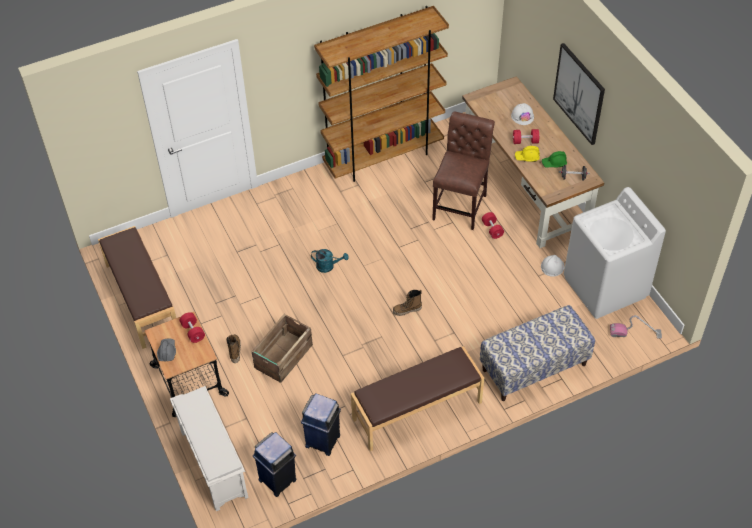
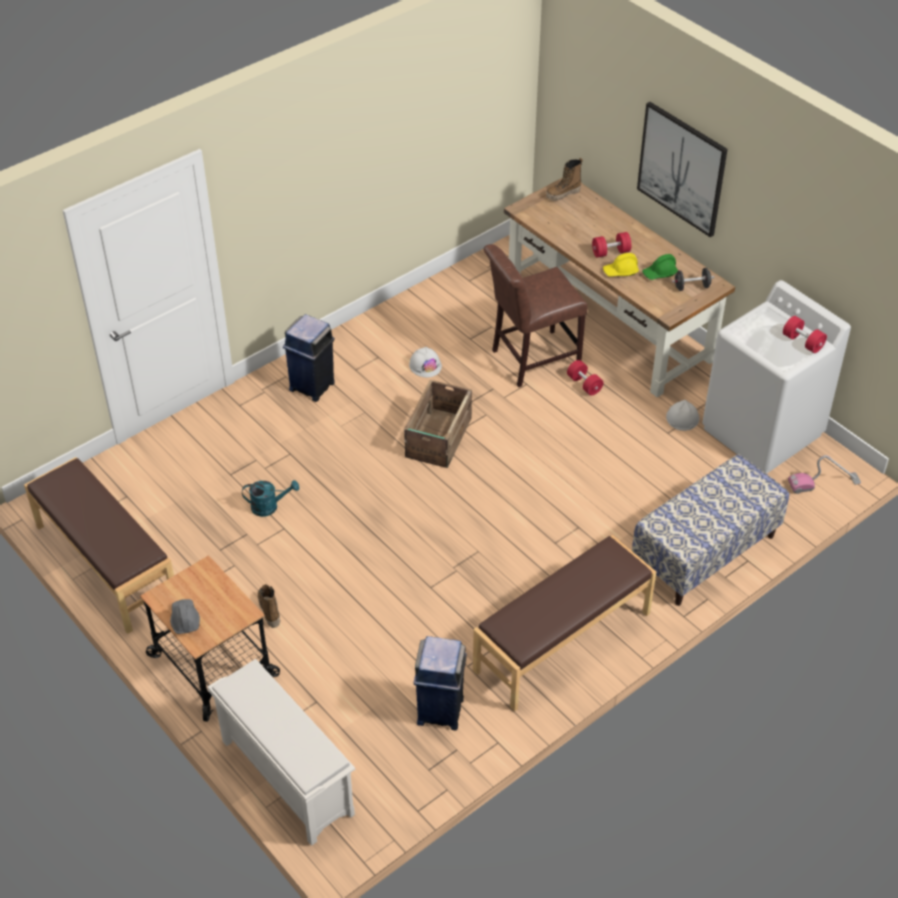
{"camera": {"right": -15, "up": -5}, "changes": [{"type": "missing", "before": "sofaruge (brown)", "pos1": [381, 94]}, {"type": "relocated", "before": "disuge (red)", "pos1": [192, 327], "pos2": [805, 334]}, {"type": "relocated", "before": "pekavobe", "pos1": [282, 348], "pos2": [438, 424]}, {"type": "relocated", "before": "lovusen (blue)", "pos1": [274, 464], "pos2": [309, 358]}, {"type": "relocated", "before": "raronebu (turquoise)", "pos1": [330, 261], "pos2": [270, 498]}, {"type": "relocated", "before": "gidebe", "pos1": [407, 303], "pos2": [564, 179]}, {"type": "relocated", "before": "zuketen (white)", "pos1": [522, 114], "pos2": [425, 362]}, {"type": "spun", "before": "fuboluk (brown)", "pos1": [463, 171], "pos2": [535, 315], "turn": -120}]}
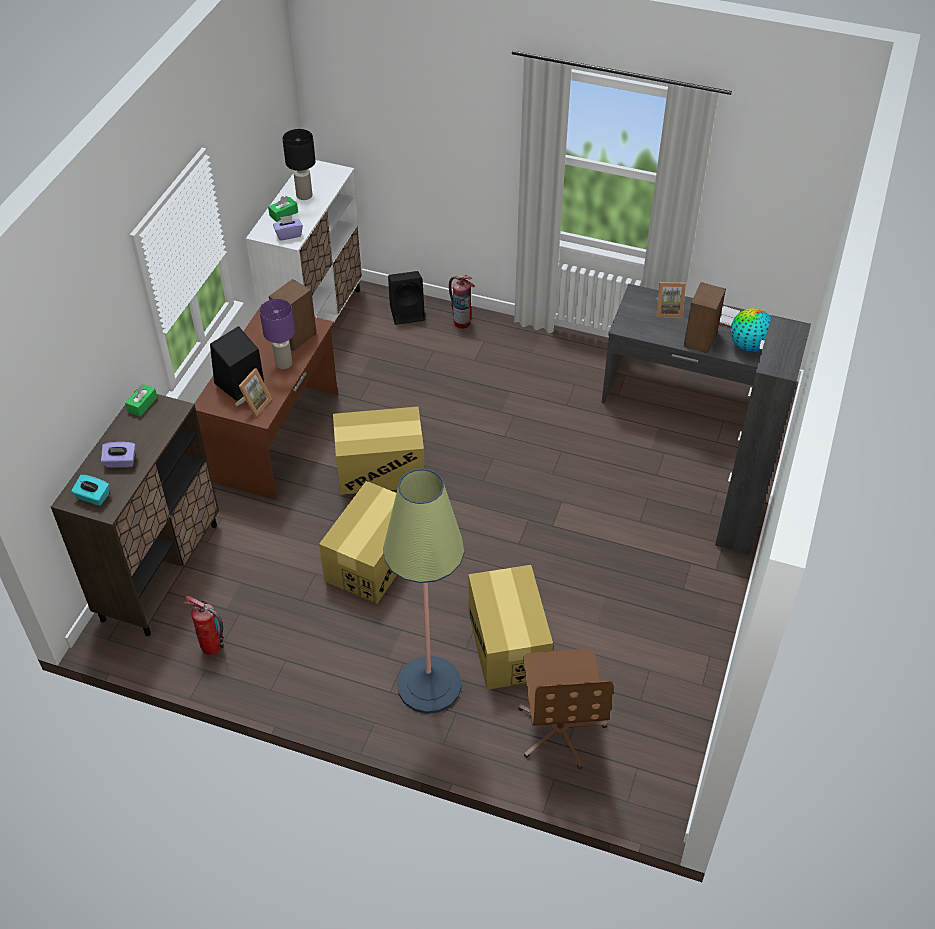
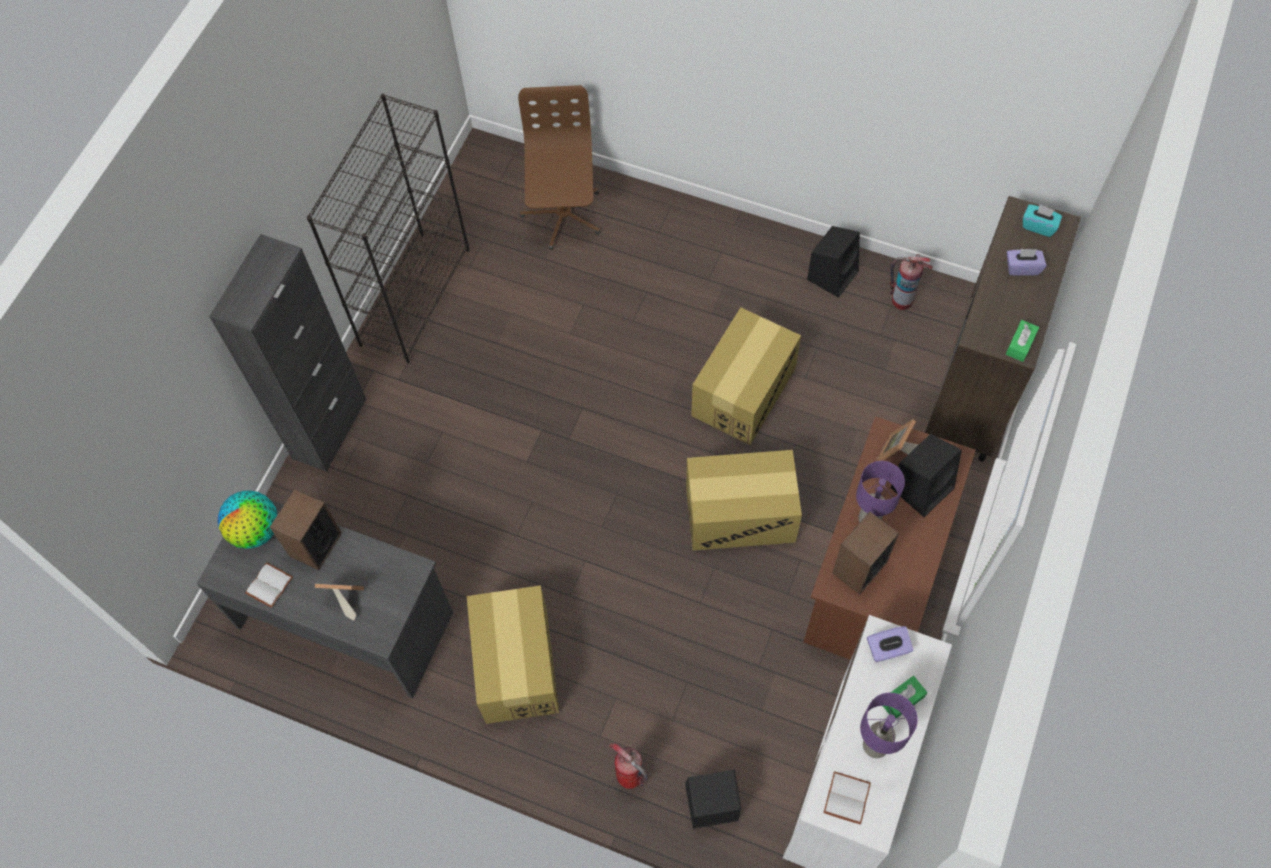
{"camera": {"right": -175, "up": 15}, "changes": [{"type": "missing", "before": "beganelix", "pos1": [424, 591]}, {"type": "appeared", "after": "sofaruge (black)", "pos2": [388, 228]}, {"type": "appeared", "after": "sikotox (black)", "pos2": [833, 262]}, {"type": "appeared", "after": "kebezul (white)", "pos2": [847, 798]}, {"type": "relocated", "before": "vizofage", "pos1": [510, 627], "pos2": [513, 654]}, {"type": "colour", "before": "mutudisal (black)", "after": "mutudisal (purple)", "pos1": [299, 164], "pos2": [889, 725]}]}
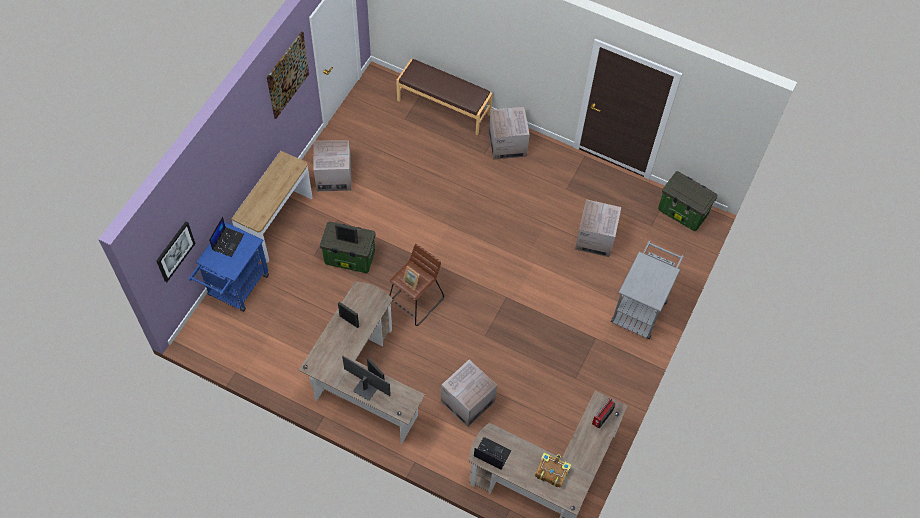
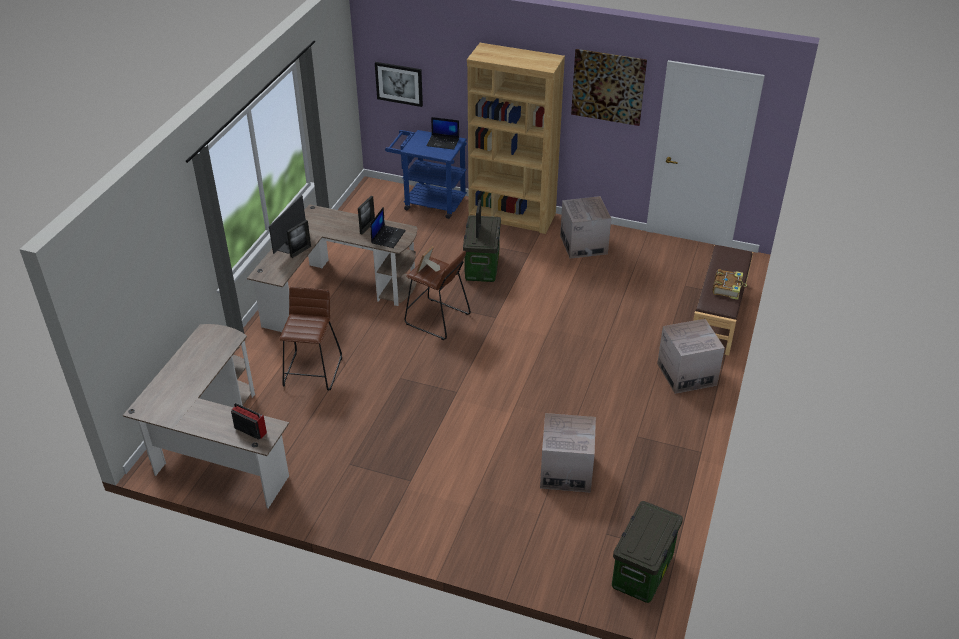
{"camera": {"right": 85, "up": -20}, "changes": [{"type": "missing", "before": "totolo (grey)", "pos1": [647, 289]}, {"type": "relocated", "before": "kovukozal", "pos1": [493, 453], "pos2": [388, 227]}, {"type": "relocated", "before": "kebezul", "pos1": [553, 470], "pos2": [729, 284]}, {"type": "exchanged", "before": "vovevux", "after": "sofaruge (brown)", "pos1": [272, 207], "pos2": [516, 138]}, {"type": "exchanged", "before": "vizofage", "after": "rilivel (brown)", "pos1": [469, 393], "pos2": [310, 339]}]}
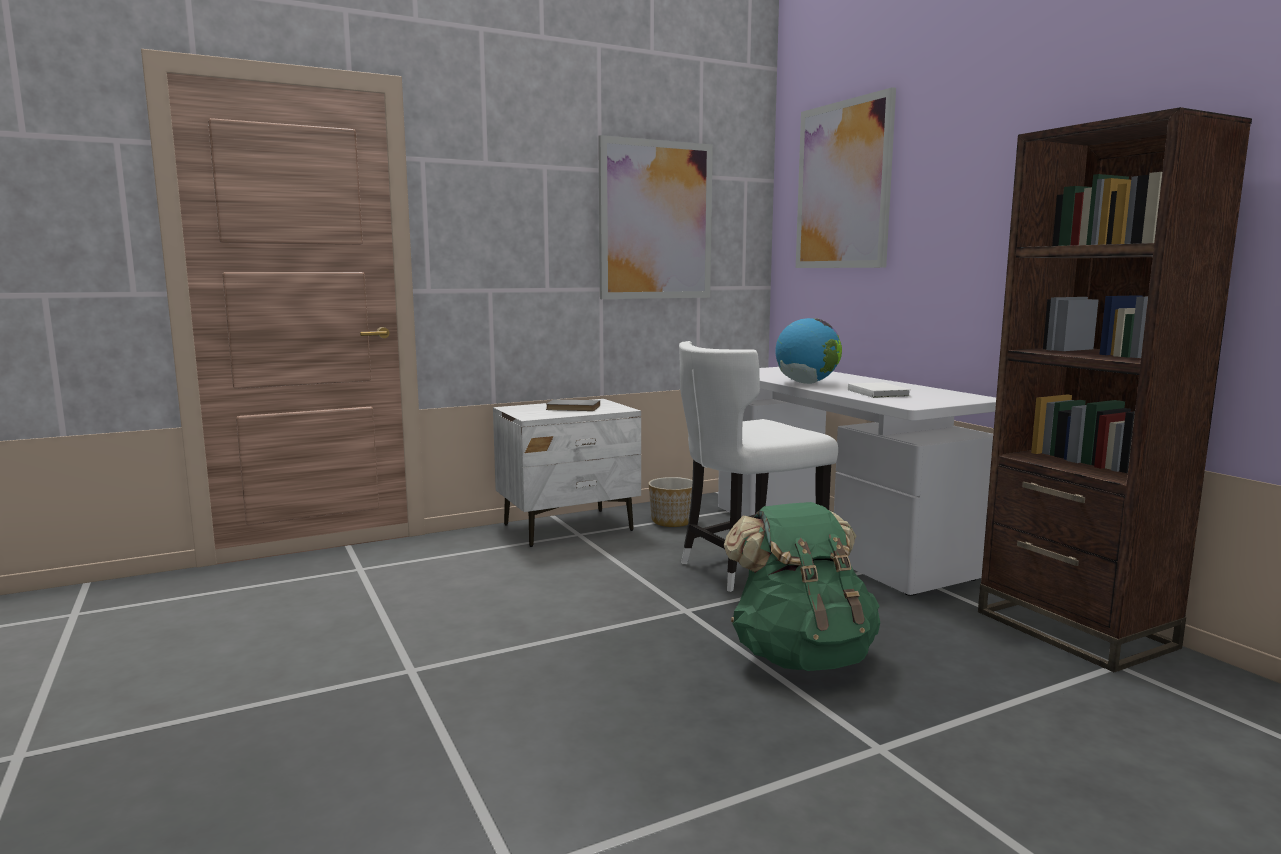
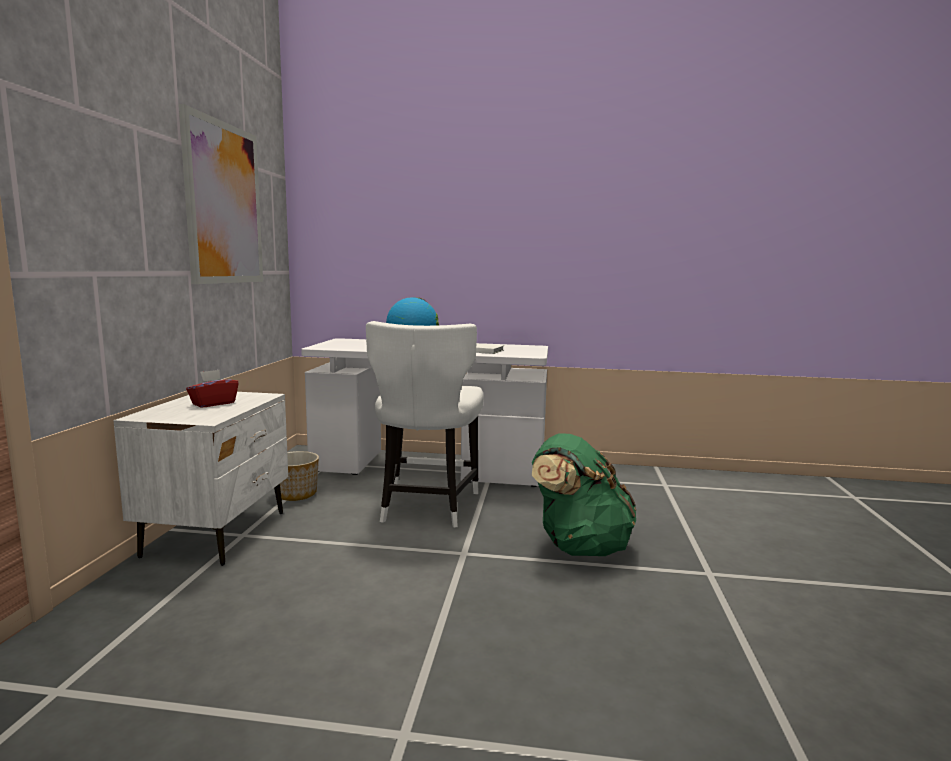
{"camera": {"right": -55, "up": 0}, "changes": [{"type": "missing", "before": "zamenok", "pos1": [846, 177]}, {"type": "missing", "before": "sofaruge (brown)", "pos1": [1115, 389]}, {"type": "exchanged", "before": "kebezul (grey)", "after": "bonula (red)", "pos1": [573, 405], "pos2": [212, 389]}]}
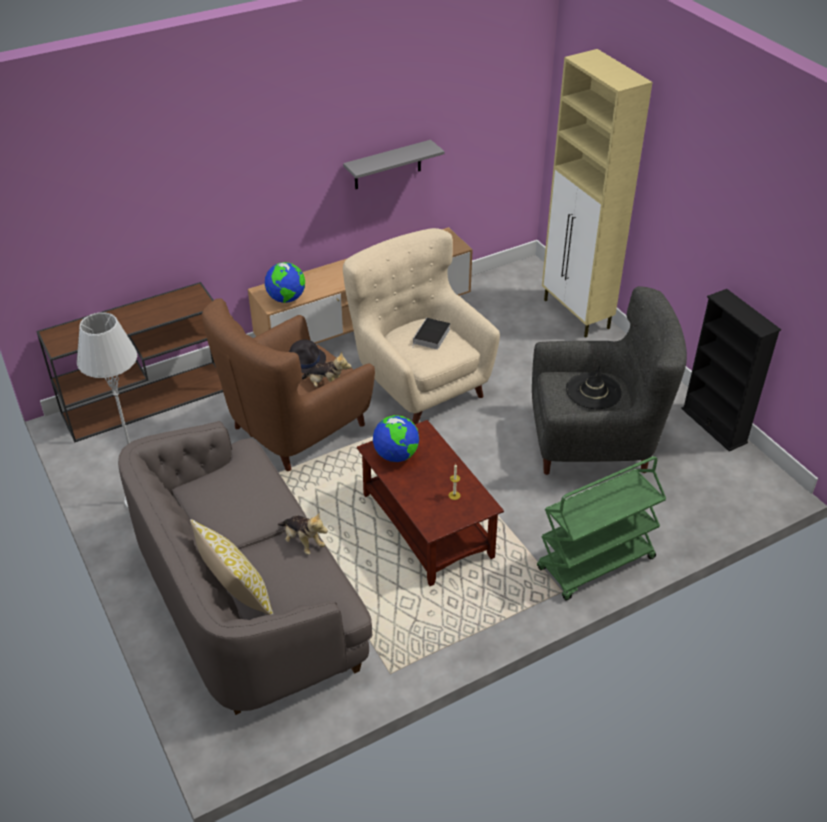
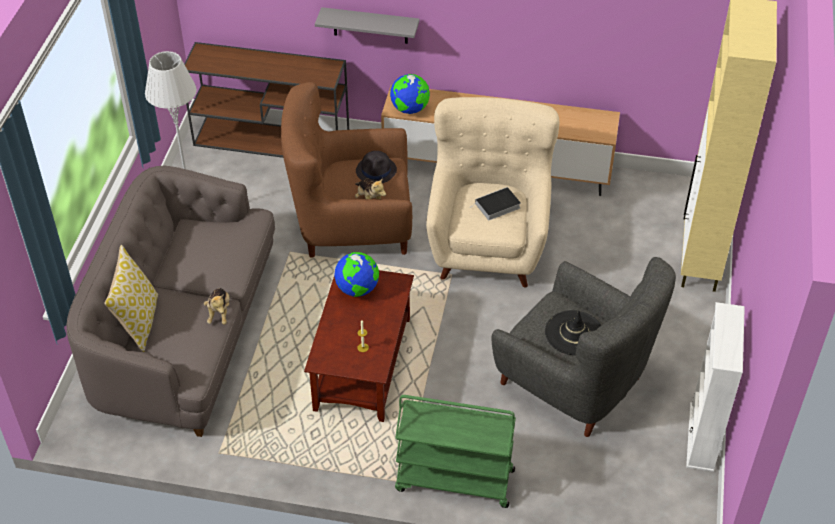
{"camera": {"right": 40, "up": 5}, "changes": [{"type": "relocated", "before": "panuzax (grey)", "pos1": [394, 164], "pos2": [367, 25]}, {"type": "colour", "before": "sofaruge (black)", "after": "sofaruge (white)", "pos1": [731, 370], "pos2": [715, 387]}]}
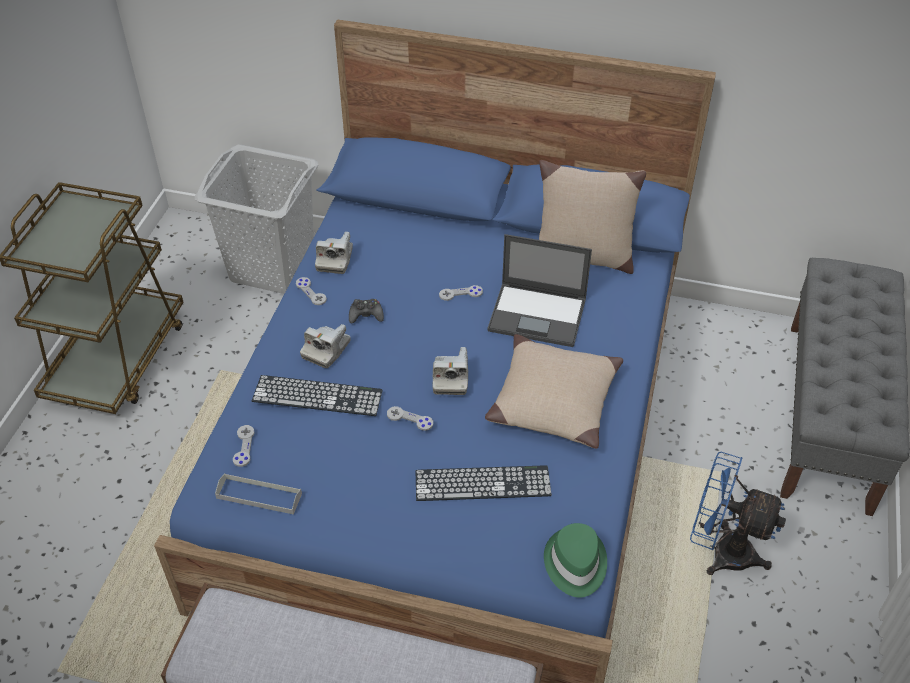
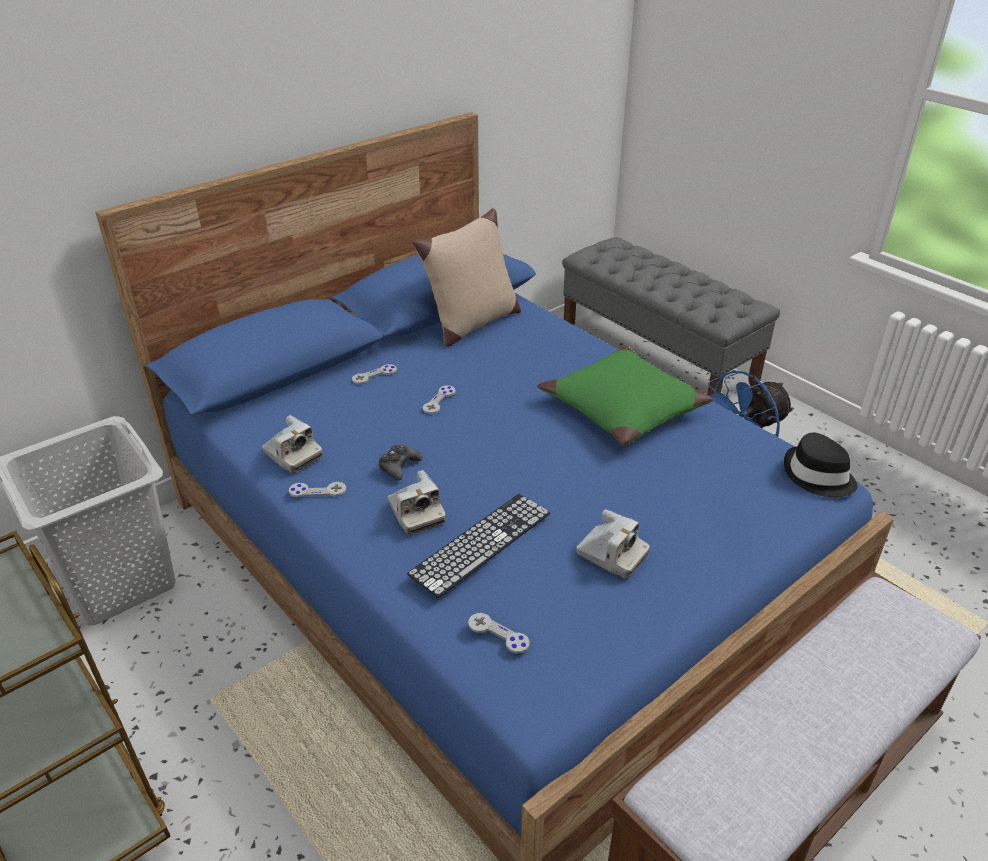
{"camera": {"right": -55, "up": -10}, "changes": [{"type": "missing", "before": "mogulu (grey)", "pos1": [258, 494]}, {"type": "missing", "before": "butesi", "pos1": [484, 483]}, {"type": "missing", "before": "kovukozal", "pos1": [539, 290]}, {"type": "relocated", "before": "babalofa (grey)", "pos1": [410, 418], "pos2": [374, 374]}, {"type": "relocated", "before": "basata", "pos1": [450, 371], "pos2": [613, 544]}, {"type": "colour", "before": "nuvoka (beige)", "after": "nuvoka (green)", "pos1": [554, 391], "pos2": [625, 395]}, {"type": "colour", "before": "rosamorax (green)", "after": "rosamorax (black)", "pos1": [575, 560], "pos2": [820, 465]}]}
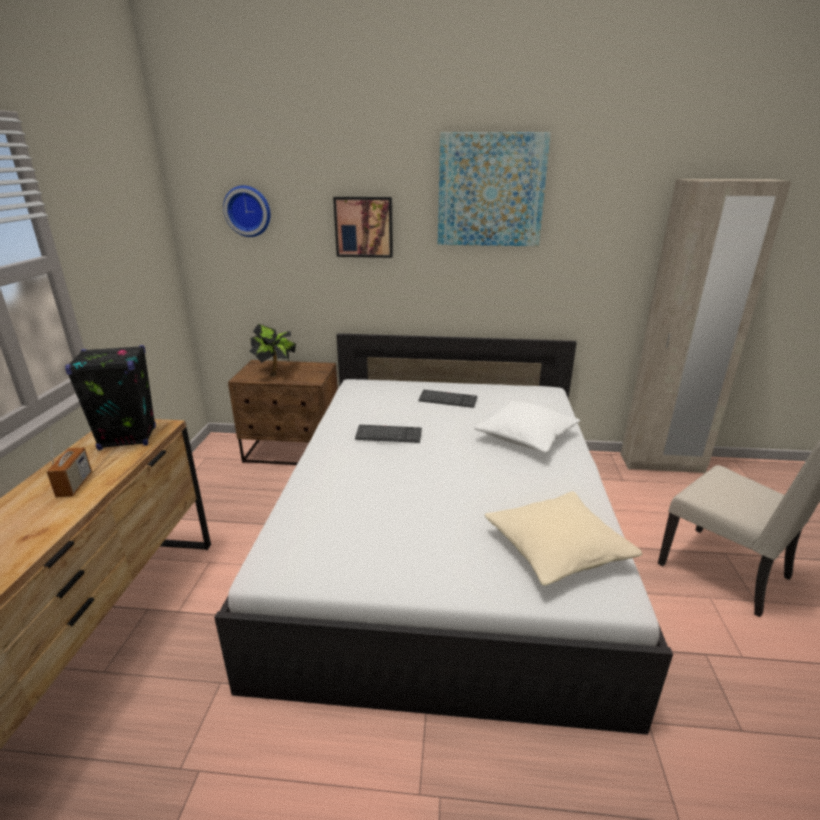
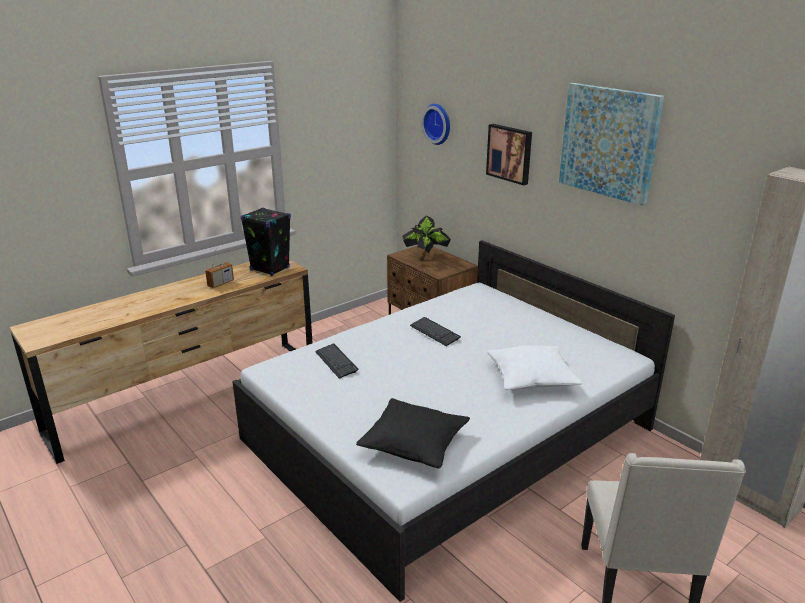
{"camera": {"right": 45, "up": 0}, "changes": [{"type": "relocated", "before": "butesi", "pos1": [447, 399], "pos2": [336, 361]}, {"type": "colour", "before": "nuvoka (beige)", "after": "nuvoka (black)", "pos1": [563, 538], "pos2": [413, 433]}]}
